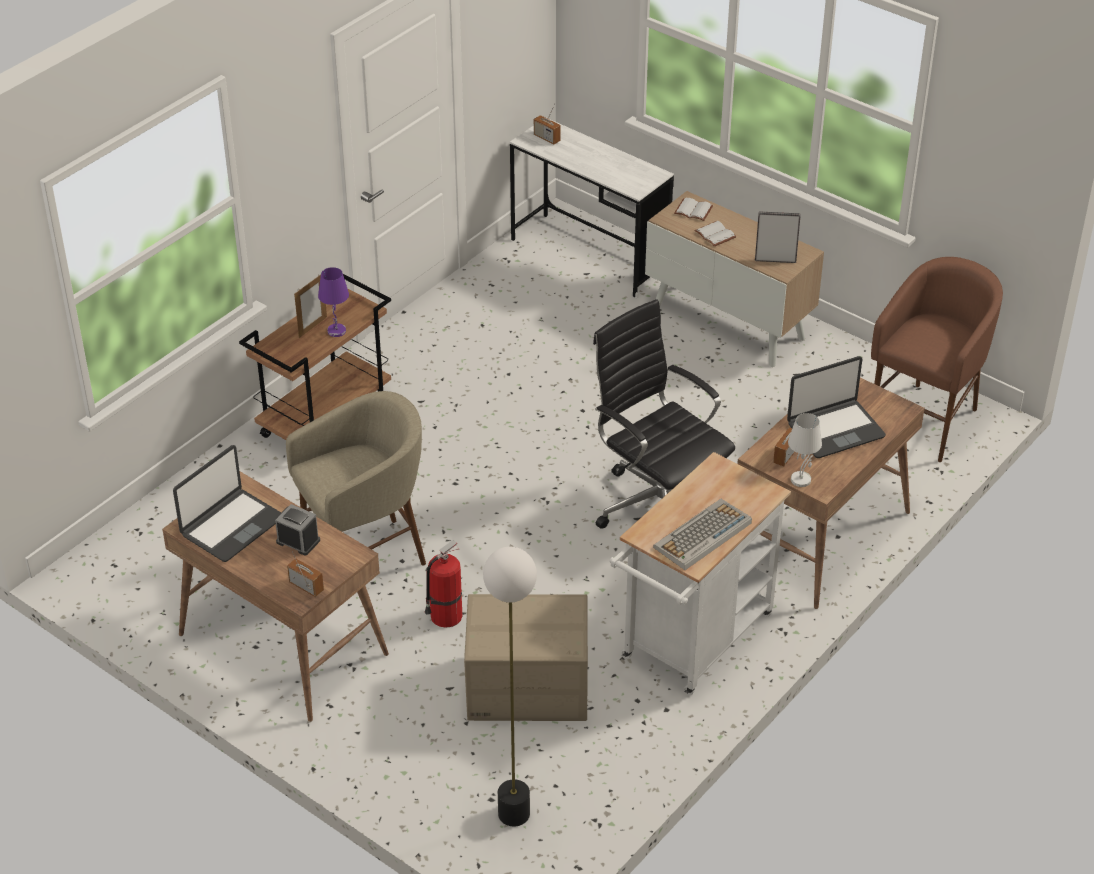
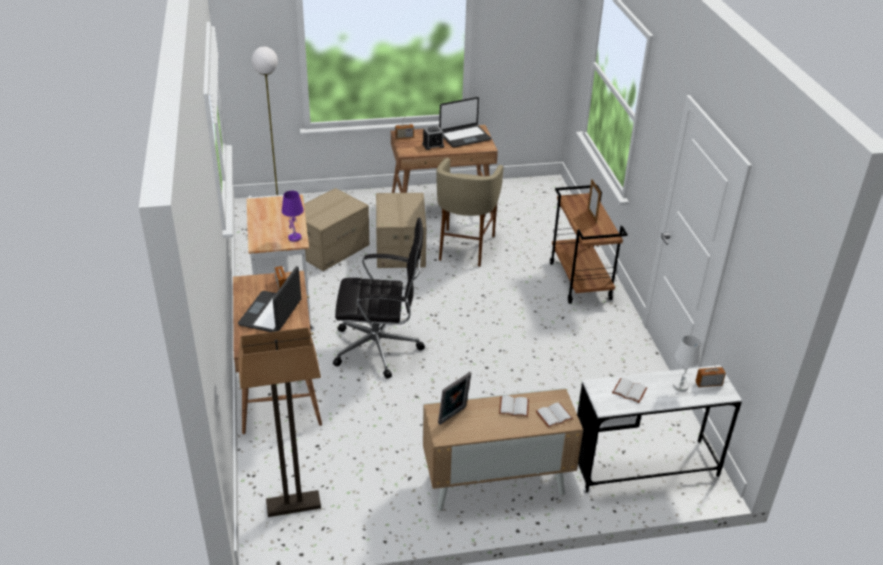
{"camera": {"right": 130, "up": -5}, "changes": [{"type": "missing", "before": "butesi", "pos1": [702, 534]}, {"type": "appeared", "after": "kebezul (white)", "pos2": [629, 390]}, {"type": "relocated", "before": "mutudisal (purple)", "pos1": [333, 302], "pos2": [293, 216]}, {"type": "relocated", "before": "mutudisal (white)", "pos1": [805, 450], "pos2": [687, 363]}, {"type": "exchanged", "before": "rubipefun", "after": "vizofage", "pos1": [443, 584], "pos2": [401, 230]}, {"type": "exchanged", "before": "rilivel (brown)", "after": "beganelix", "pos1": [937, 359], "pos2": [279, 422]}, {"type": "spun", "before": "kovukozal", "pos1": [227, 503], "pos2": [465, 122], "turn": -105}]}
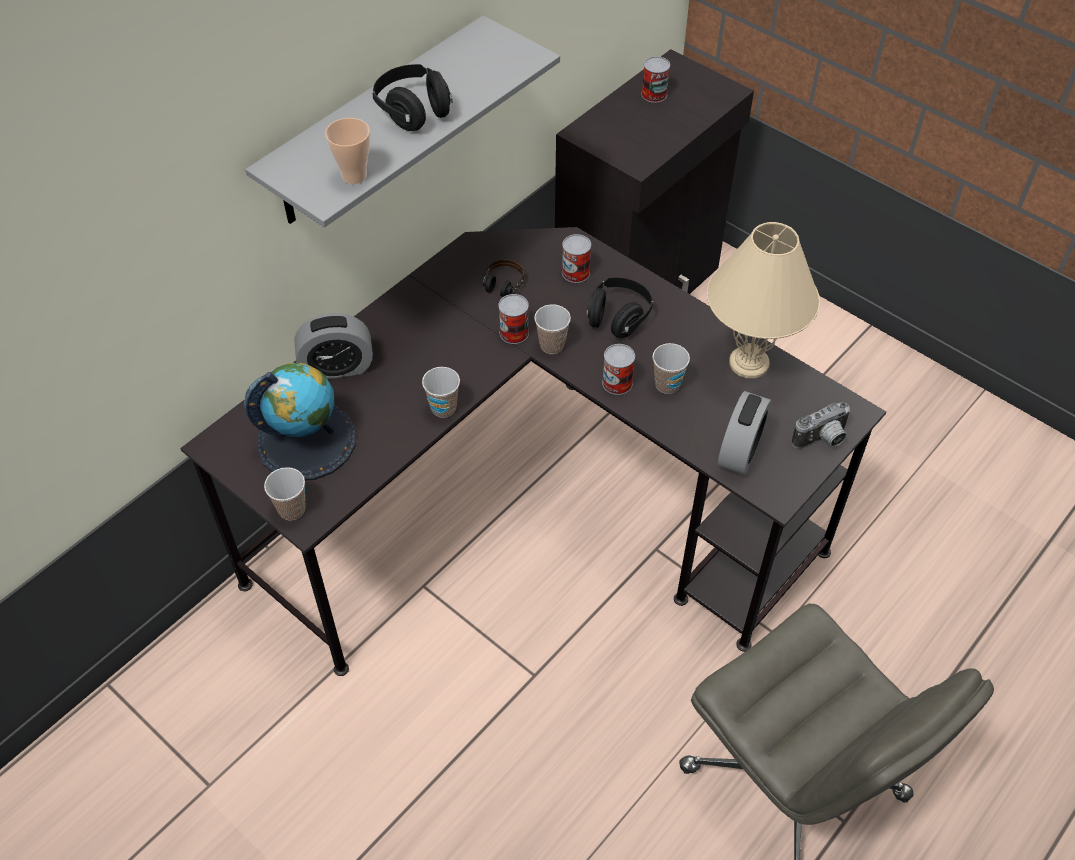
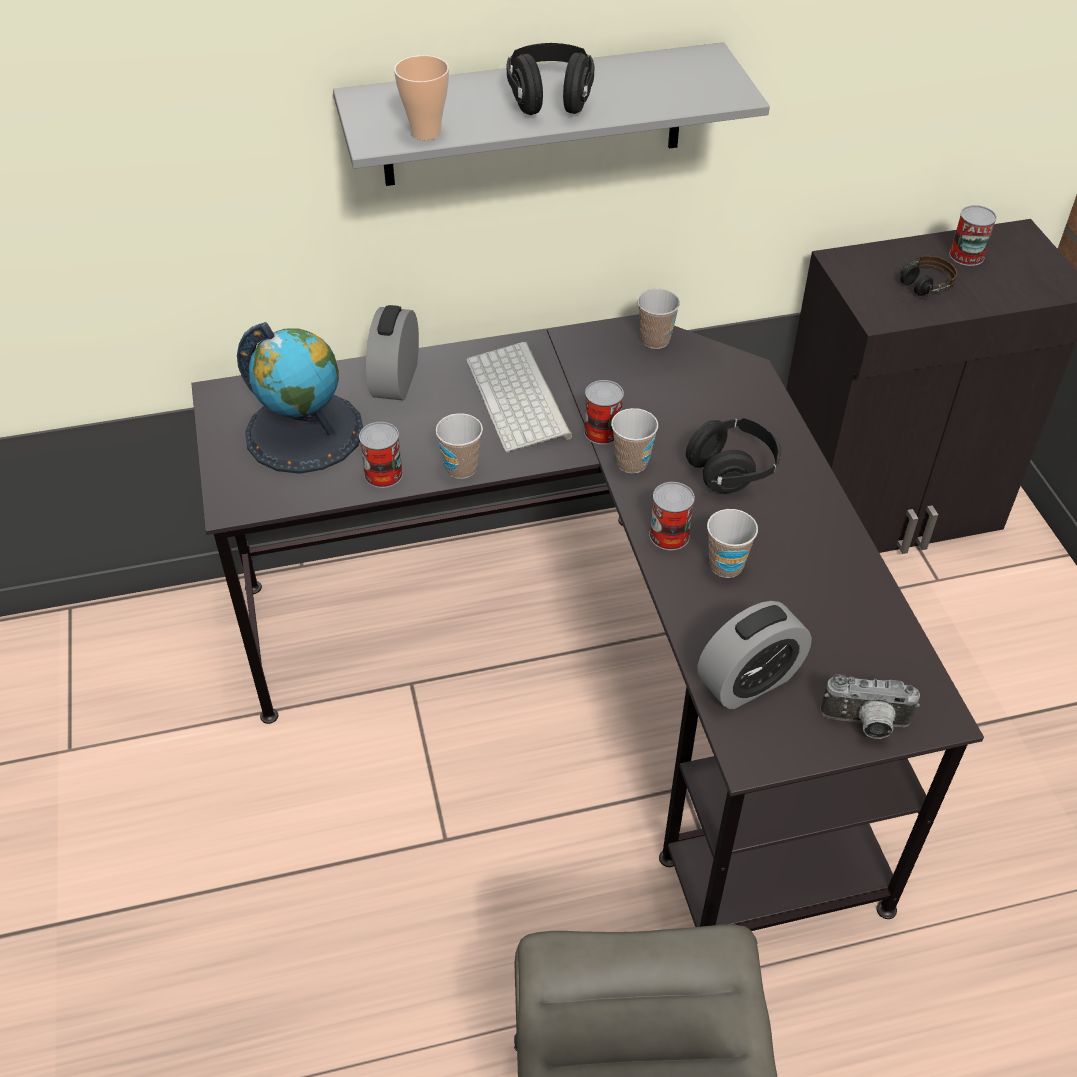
{"camera": {"right": 35, "up": -5}, "changes": [{"type": "missing", "before": "mutudisal (beige)", "pos1": [763, 300]}, {"type": "appeared", "after": "butesi", "pos2": [519, 397]}, {"type": "relocated", "before": "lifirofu", "pos1": [285, 493], "pos2": [658, 319]}, {"type": "relocated", "before": "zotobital", "pos1": [503, 282], "pos2": [928, 277]}, {"type": "relocated", "before": "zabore", "pos1": [576, 258], "pos2": [381, 455]}, {"type": "spun", "before": "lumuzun", "pos1": [333, 346], "pos2": [392, 353], "turn": 75}]}
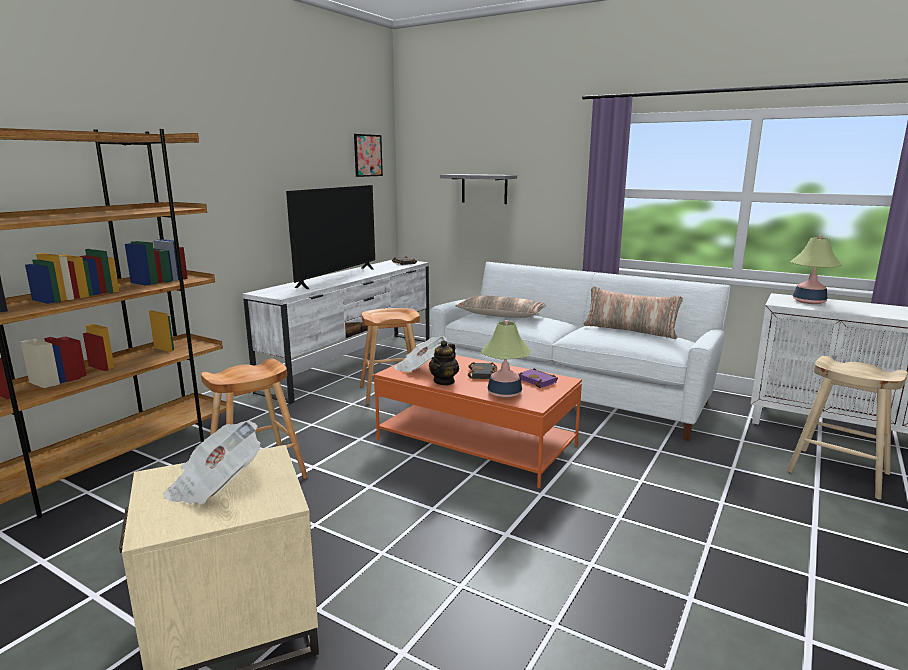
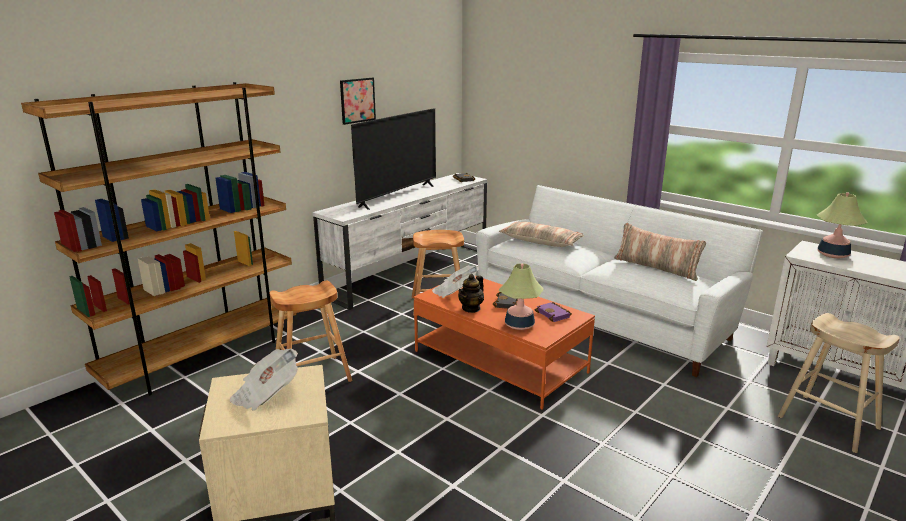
{"camera": {"right": 10, "up": 5}, "changes": [{"type": "missing", "before": "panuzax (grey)", "pos1": [478, 189]}, {"type": "relocated", "before": "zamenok", "pos1": [368, 155], "pos2": [358, 101]}]}
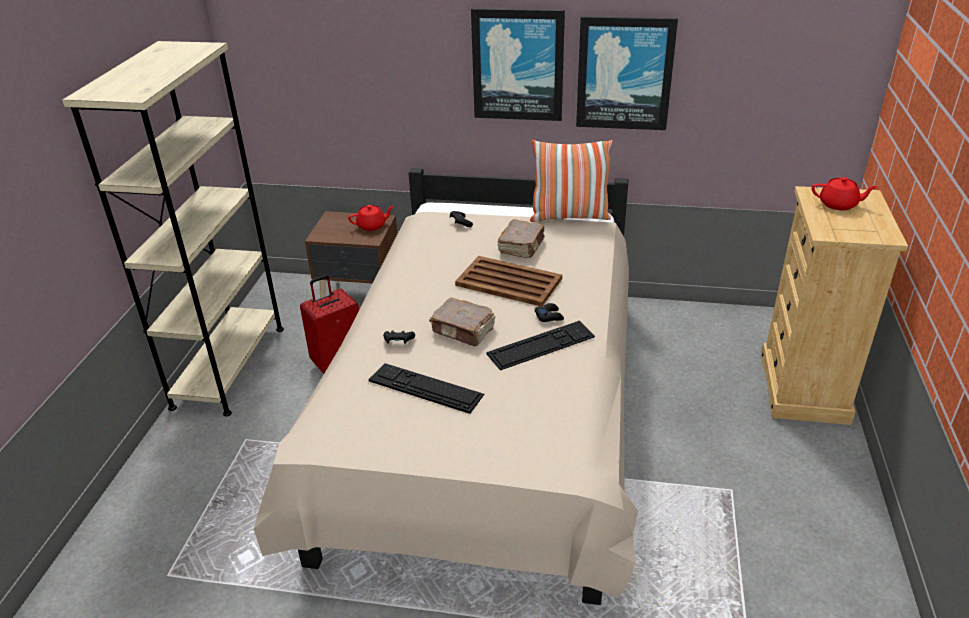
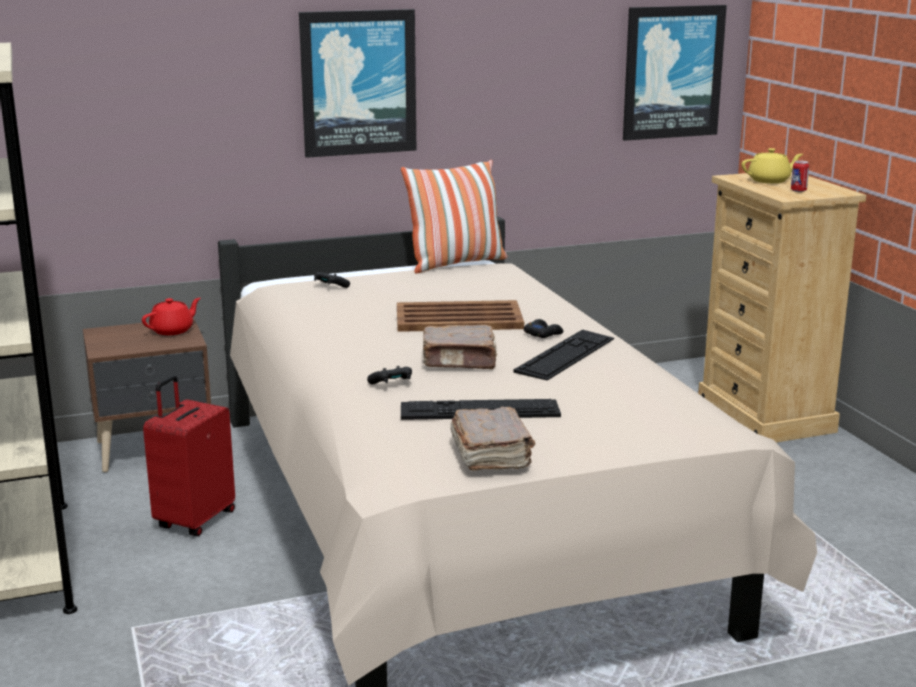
{"camera": {"right": -30, "up": -15}, "changes": [{"type": "appeared", "after": "zabore", "pos2": [800, 176]}, {"type": "relocated", "before": "kebezul (brown)", "pos1": [521, 238], "pos2": [492, 438]}, {"type": "relocated", "before": "zamenok", "pos1": [627, 73], "pos2": [675, 73]}, {"type": "colour", "before": "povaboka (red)", "after": "povaboka (yellow)", "pos1": [845, 193], "pos2": [772, 165]}]}
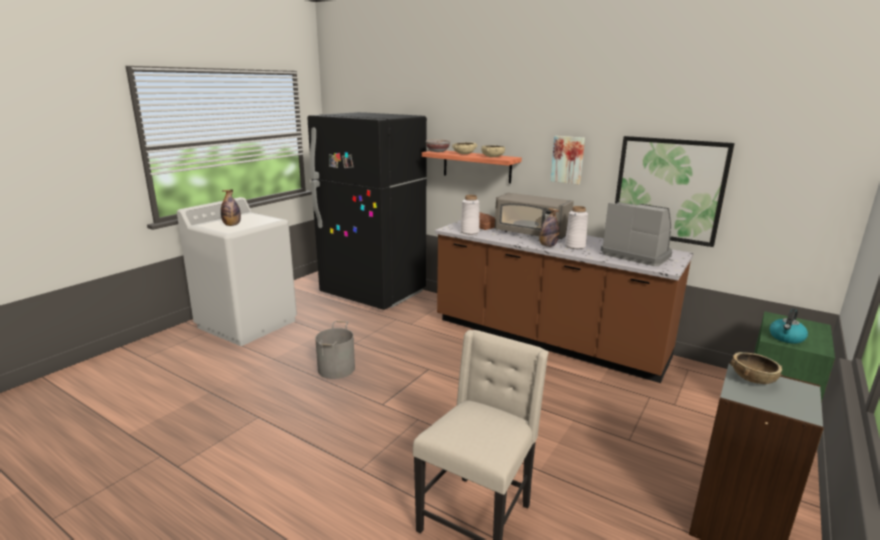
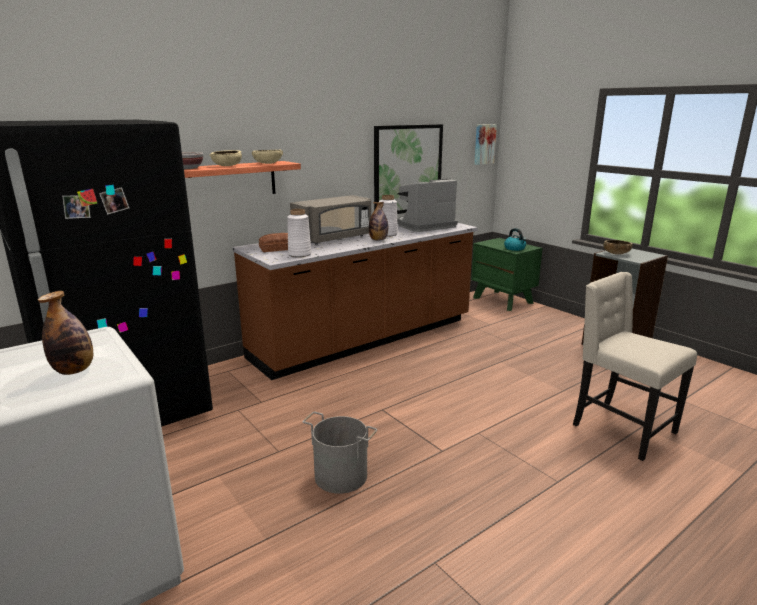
{"camera": {"right": -70, "up": 0}, "changes": [{"type": "relocated", "before": "zamenok", "pos1": [568, 160], "pos2": [485, 144]}]}
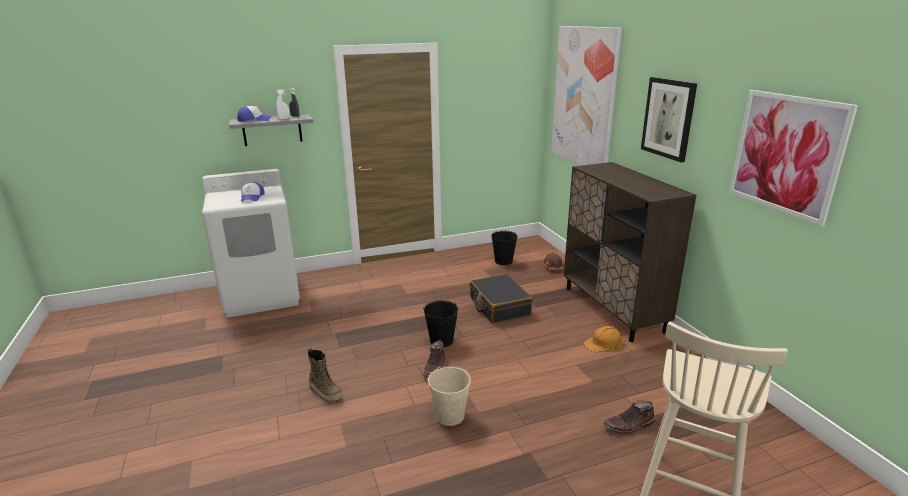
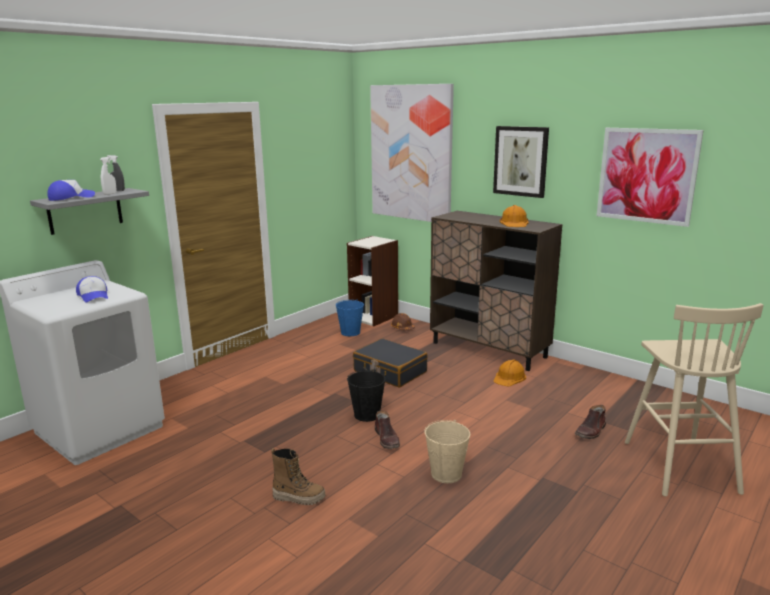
{"camera": {"right": -30, "up": -5}, "changes": [{"type": "appeared", "after": "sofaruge", "pos2": [372, 281]}, {"type": "appeared", "after": "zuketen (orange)", "pos2": [514, 216]}, {"type": "colour", "before": "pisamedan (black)", "after": "pisamedan (blue)", "pos1": [504, 248], "pos2": [349, 317]}]}
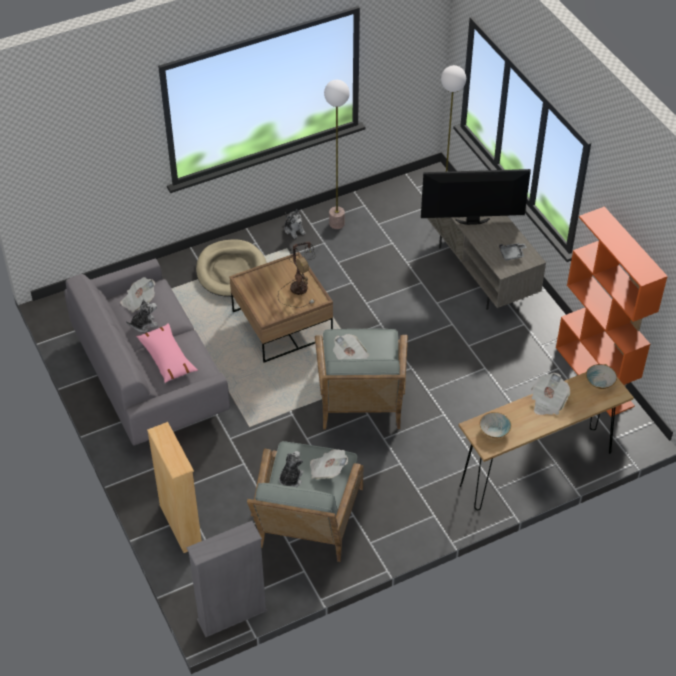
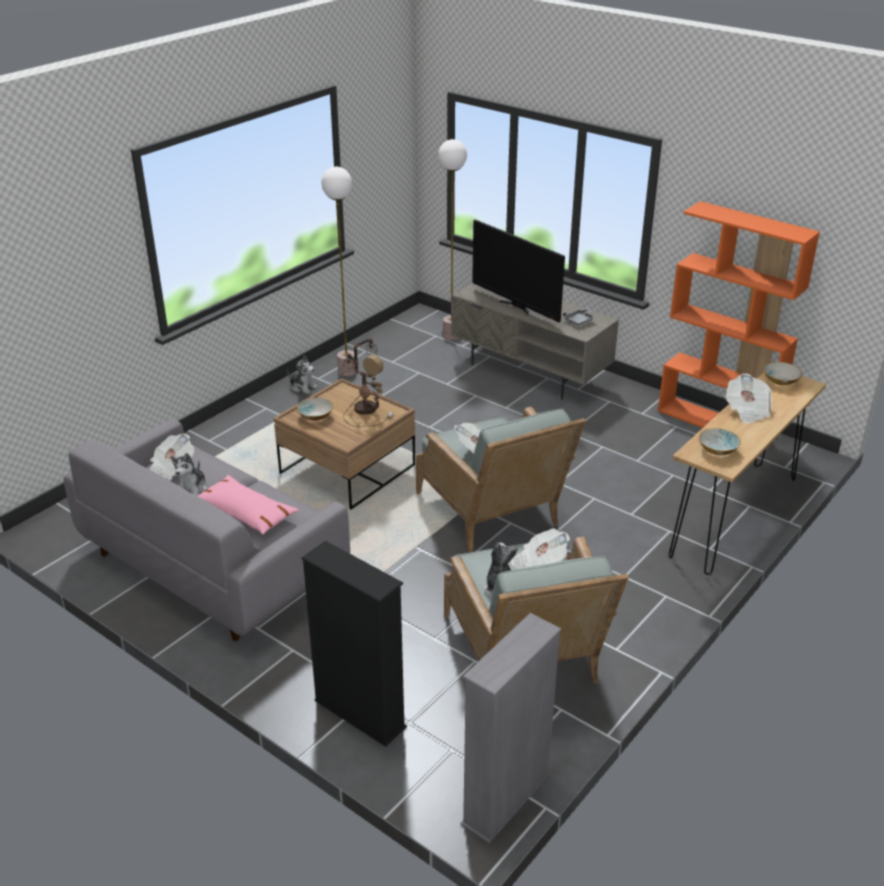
{"camera": {"right": -25, "up": -15}, "changes": [{"type": "missing", "before": "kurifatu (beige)", "pos1": [231, 268]}, {"type": "appeared", "after": "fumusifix", "pos2": [315, 409]}, {"type": "colour", "before": "sofaruge (beige)", "after": "sofaruge (black)", "pos1": [174, 487], "pos2": [354, 644]}, {"type": "spun", "before": "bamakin", "pos1": [142, 315], "pos2": [188, 474], "turn": 150}, {"type": "spun", "before": "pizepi", "pos1": [476, 197], "pos2": [518, 270], "turn": -105}]}
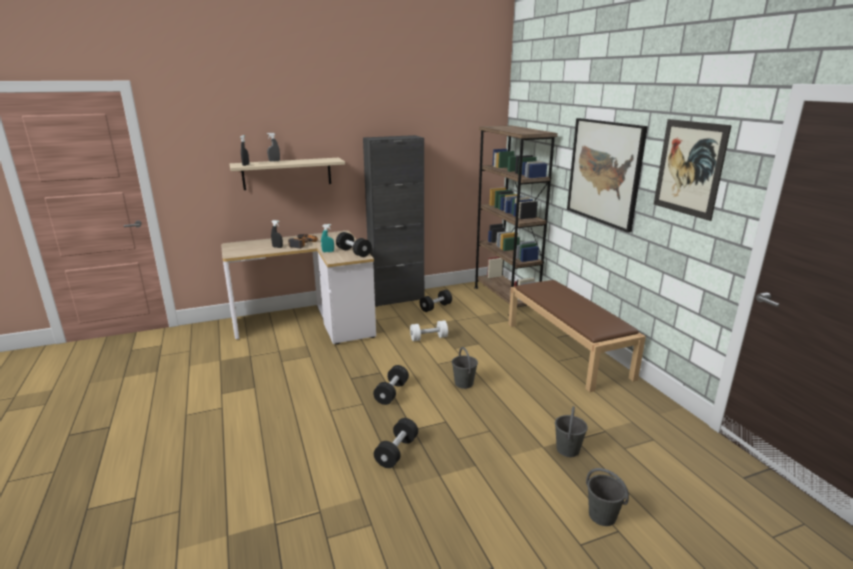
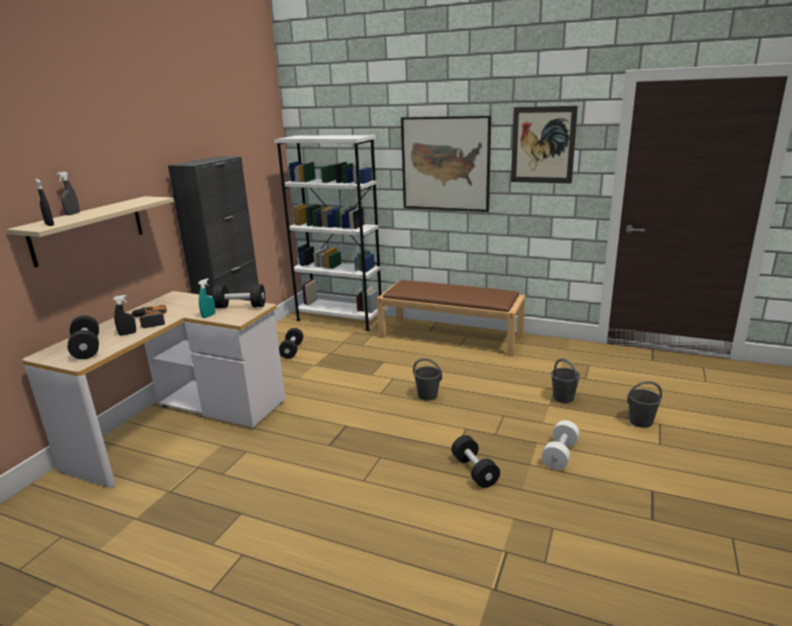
{"camera": {"right": -45, "up": 0}, "changes": [{"type": "relocated", "before": "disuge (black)", "pos1": [391, 385], "pos2": [83, 337]}, {"type": "relocated", "before": "disuge (white)", "pos1": [429, 330], "pos2": [561, 445]}, {"type": "colour", "before": "sofaruge (brown)", "after": "sofaruge (white)", "pos1": [516, 220], "pos2": [327, 233]}]}
